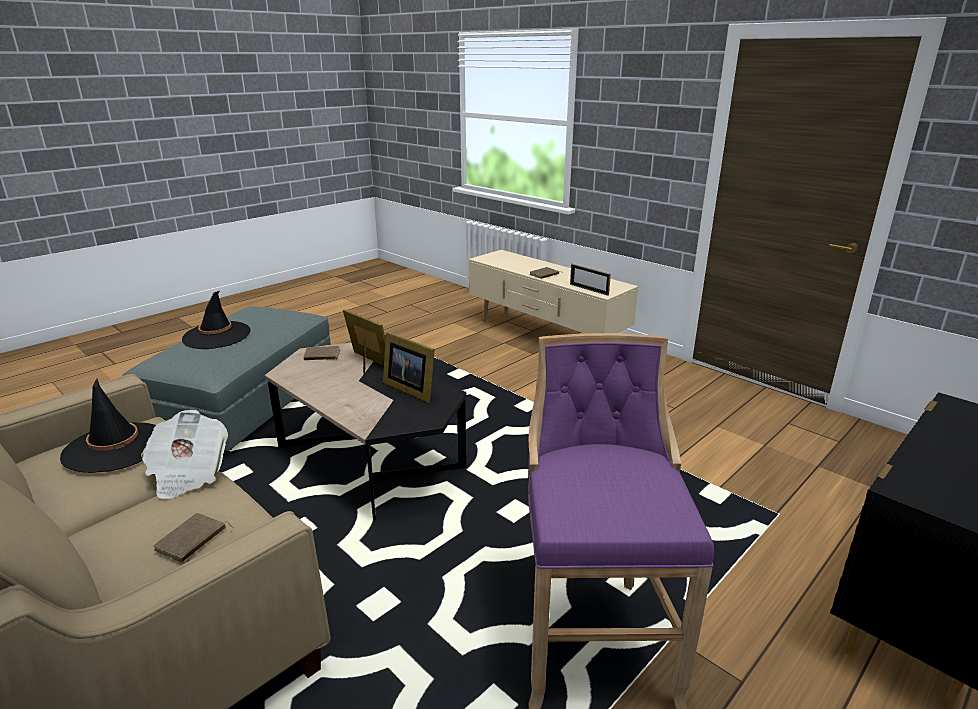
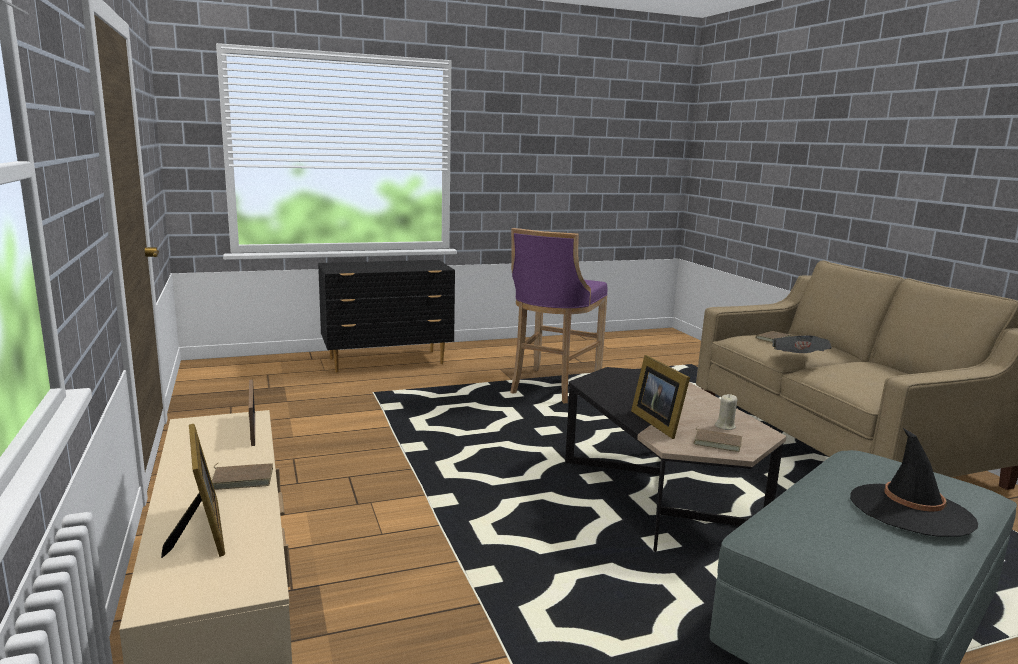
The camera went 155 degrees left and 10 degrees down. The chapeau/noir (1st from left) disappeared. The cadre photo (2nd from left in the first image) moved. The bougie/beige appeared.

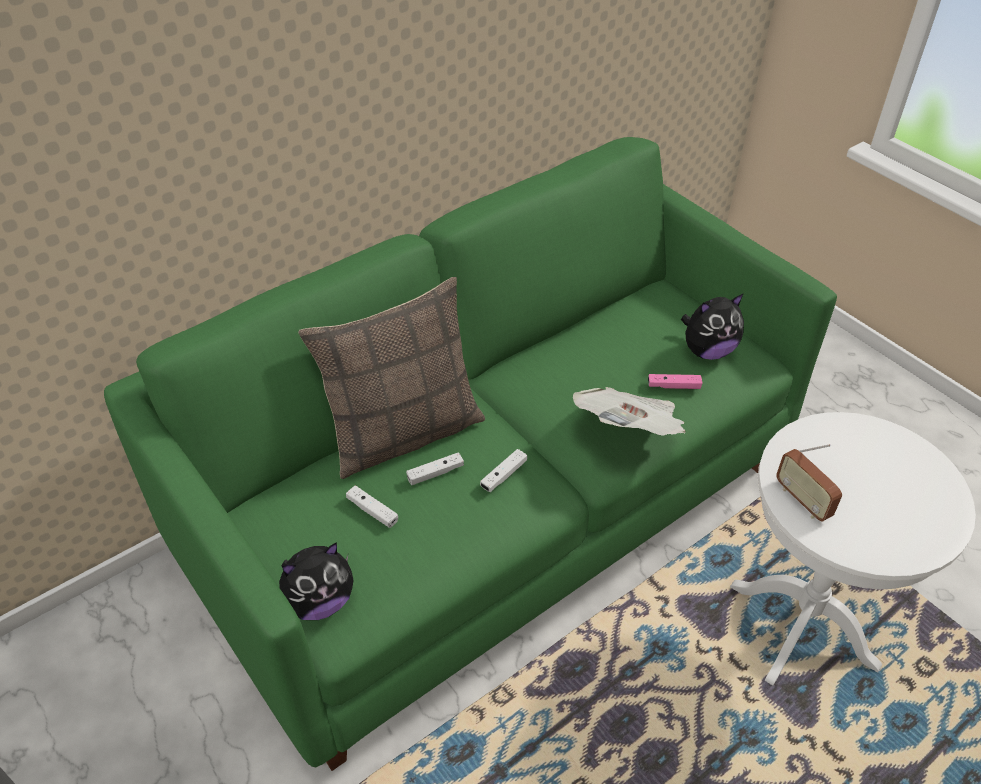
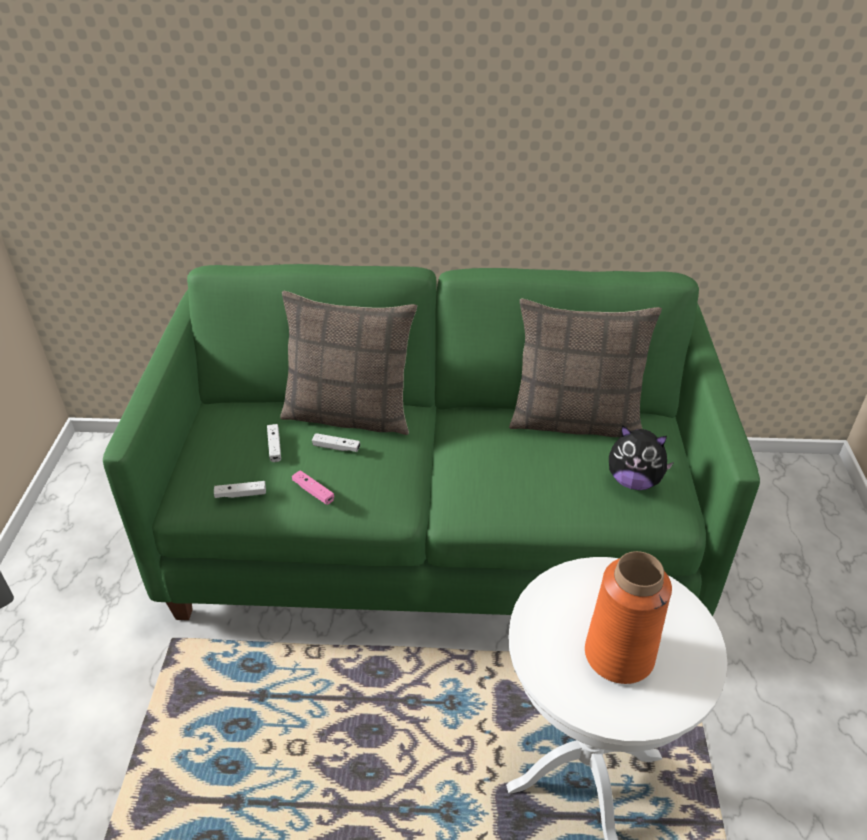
The camera went 40 degrees right and 5 degrees down. The peluche (1st from left) disappeared. The manette/blanc (3rd from left in the first image) moved. The journal disappeared. The manette/rose moved. The radio disappeared. The coussin (2nd from left) appeared. The vase/orange appeared.

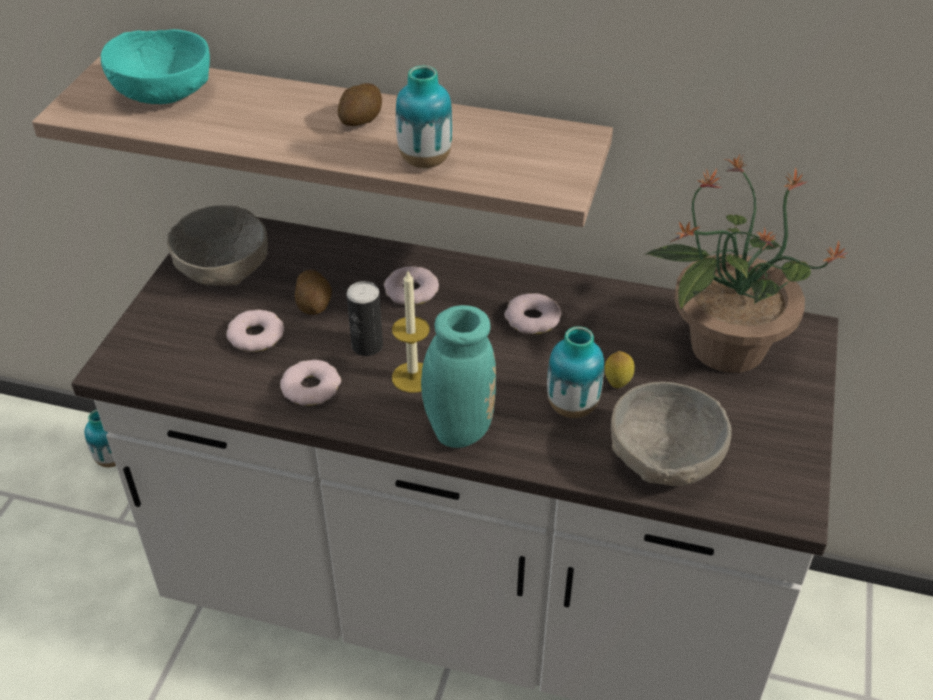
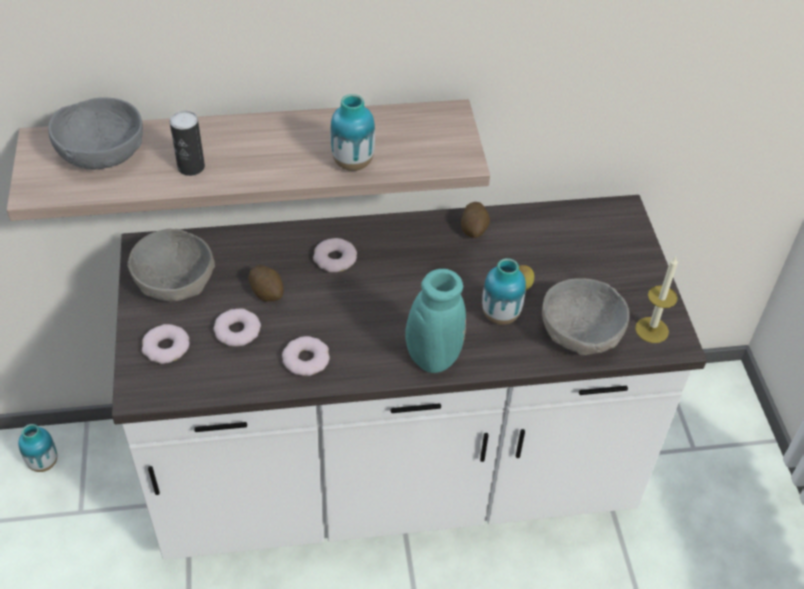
The camera went 25 degrees left and 5 degrees up. The bol/turquoise became the bol/gris (1st from left). The pomme de terre (2nd from left) moved. The boîte métallique moved. The bougie moved. The beignet (4th from left in the first image) moved. The plante en pot disappeared.

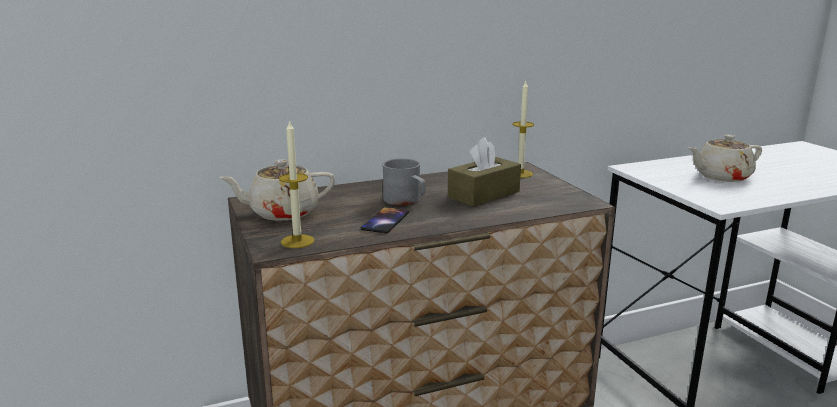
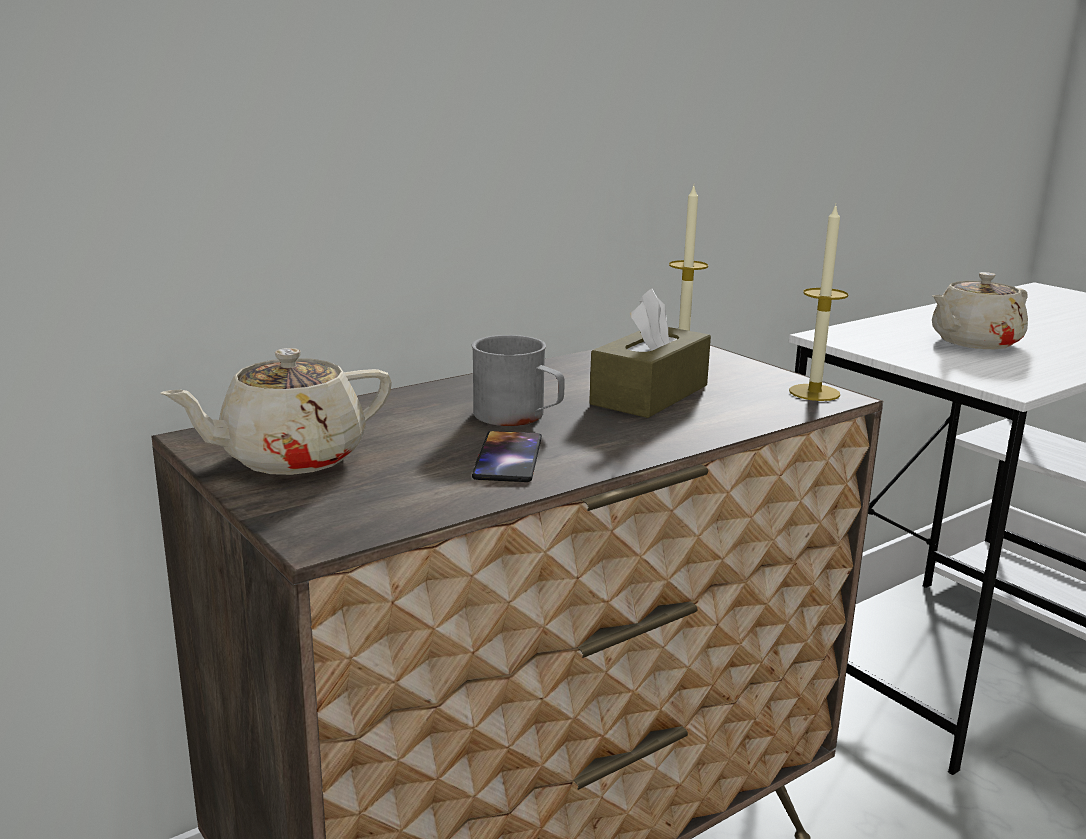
The camera went 15 degrees left and 0 degrees up. The bougie (1st from left in the first image) moved.

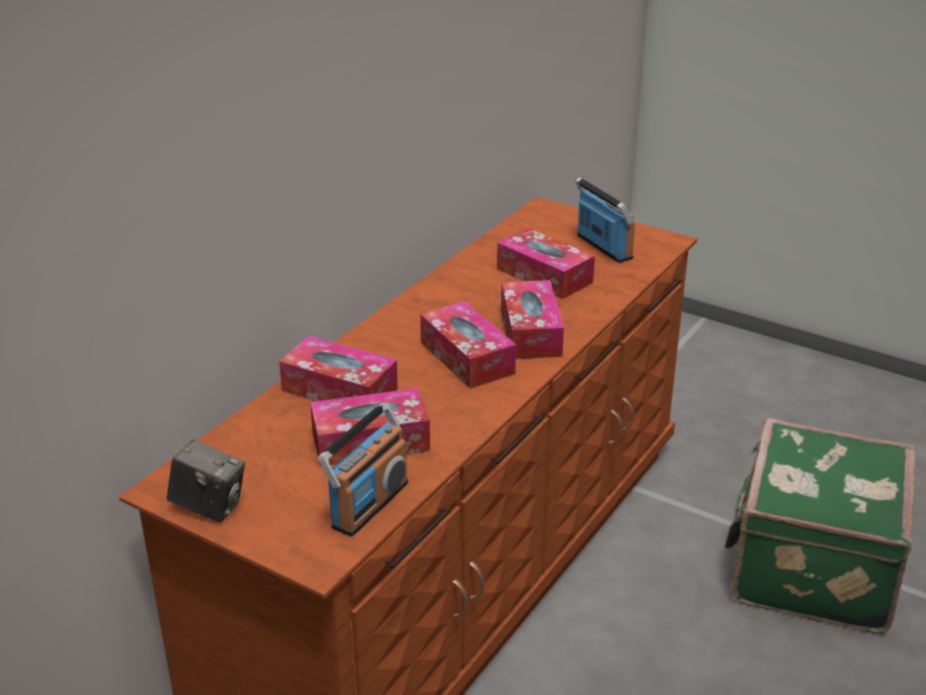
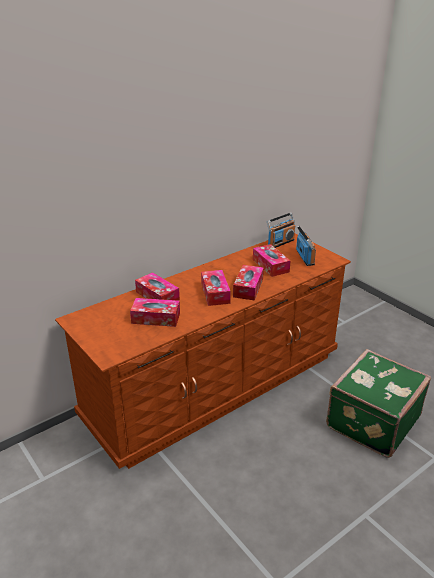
The camera went 20 degrees right and 0 degrees up. The appareil photo disappeared. The radio (1st from left) moved.

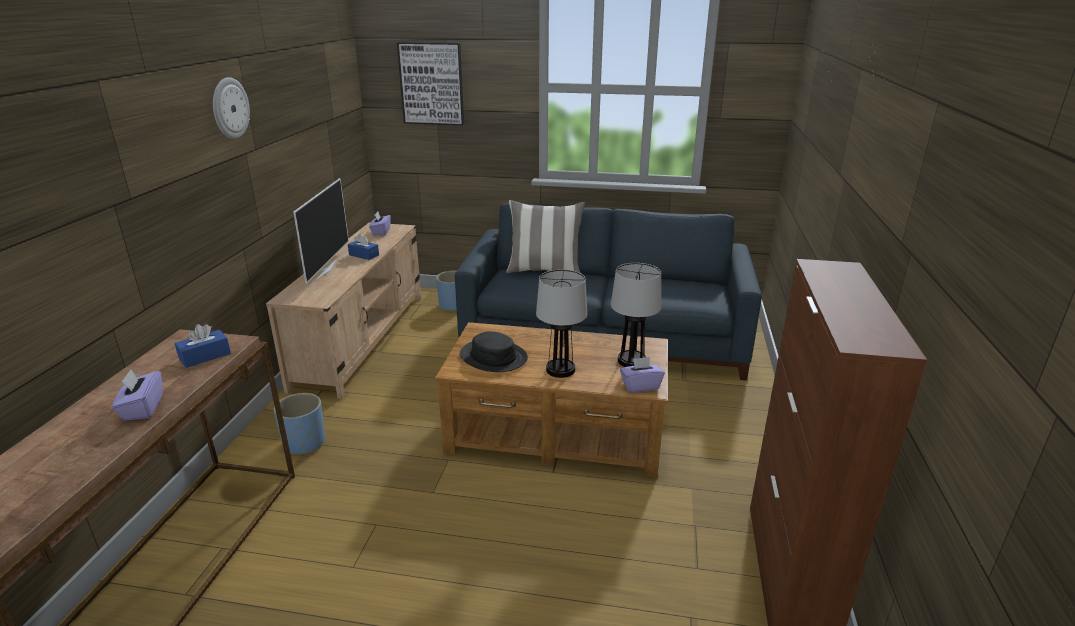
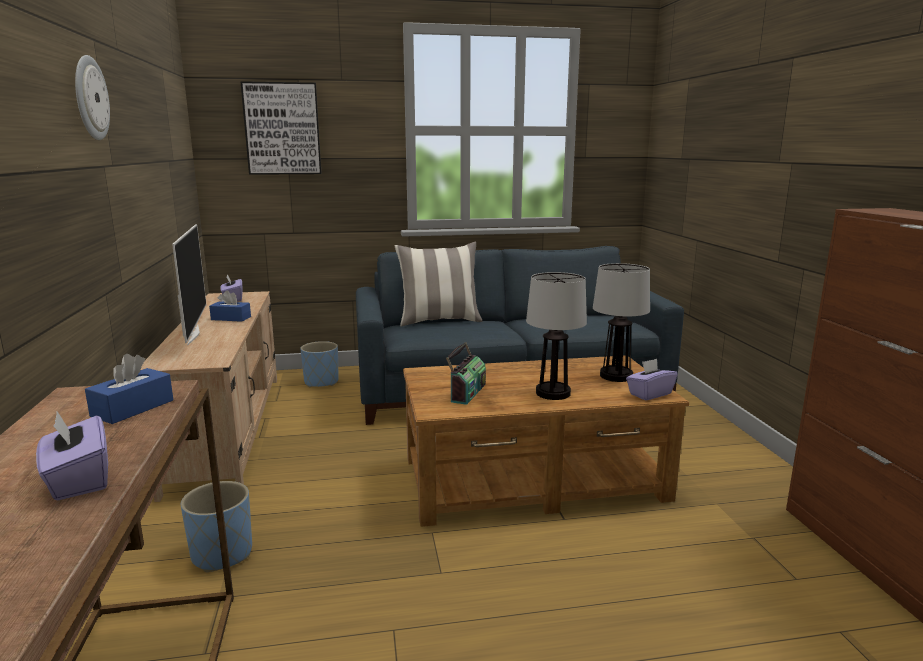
The camera went 20 degrees left and 10 degrees down. The chapeau/noir was replaced by the radio.

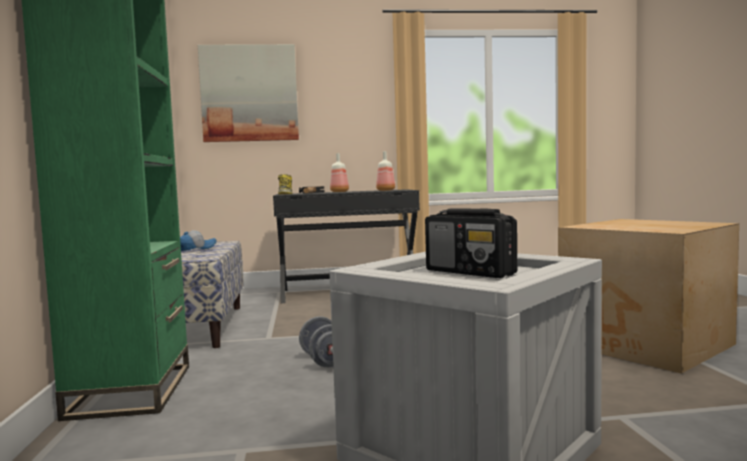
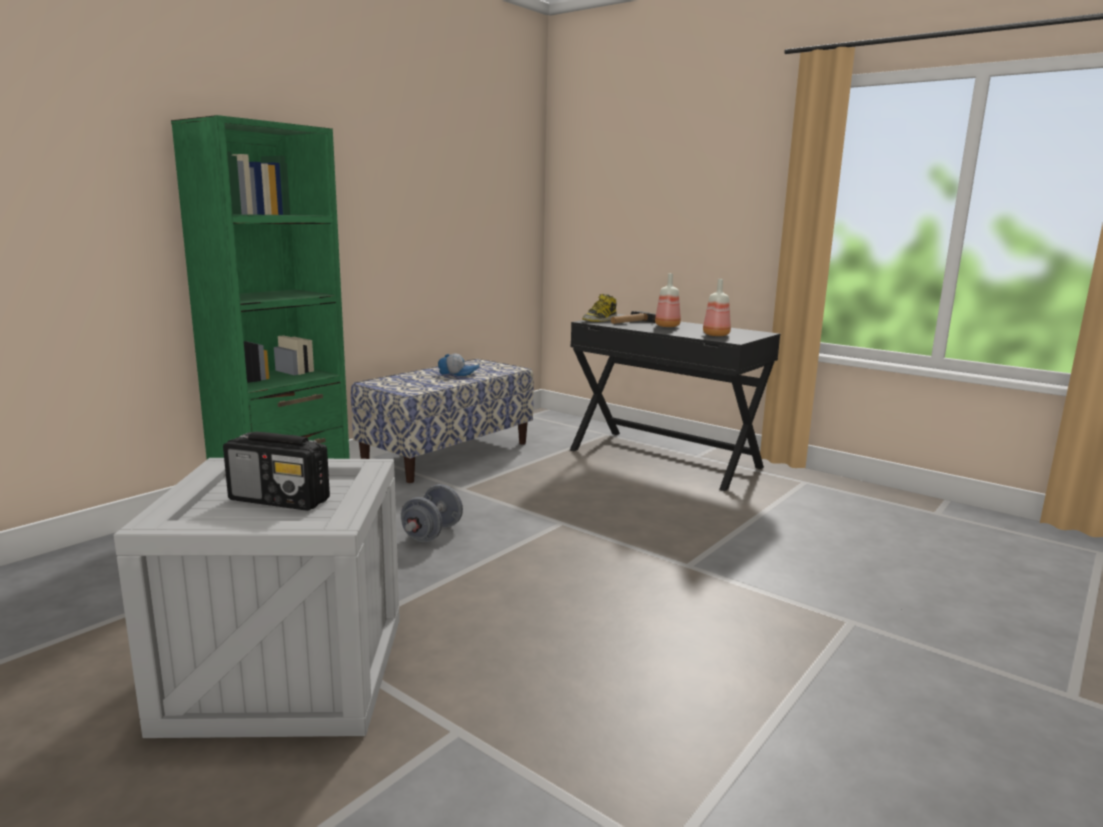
The camera went 45 degrees right and 10 degrees up. The tableau disappeared. The radio turned 75 degrees counterclockwise. The carton disappeared.

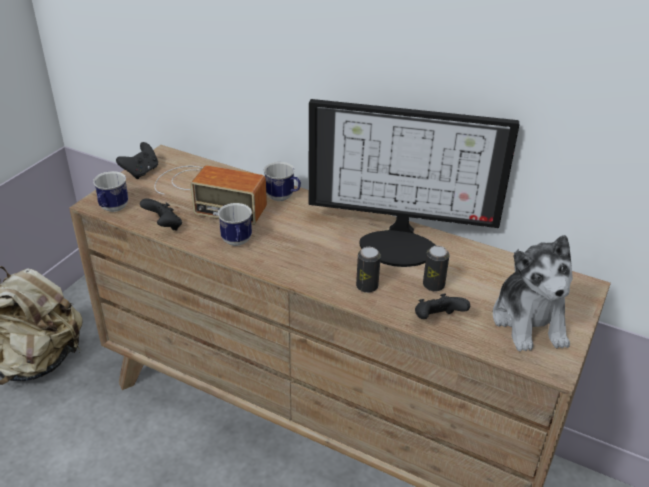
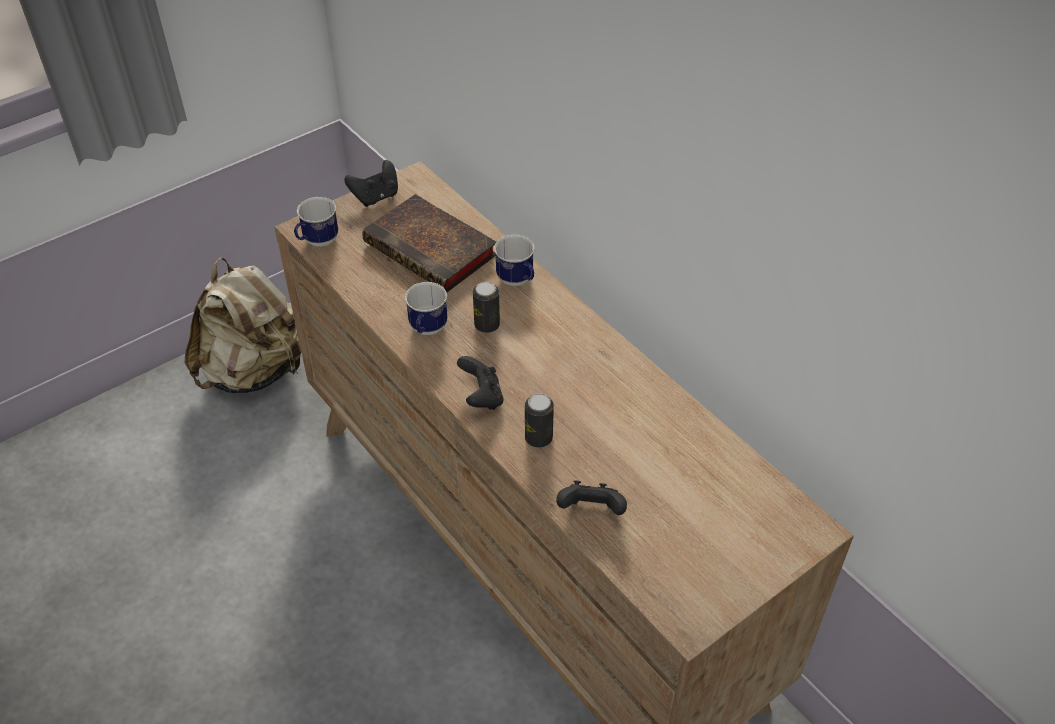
The camera went 25 degrees right and 10 degrees up. The manette/noir (2nd from left) moved. The radio was replaced by the livre. The écran d'ordinateur disappeared. The boîte métallique (2nd from left in the first image) moved. The peluche disappeared.

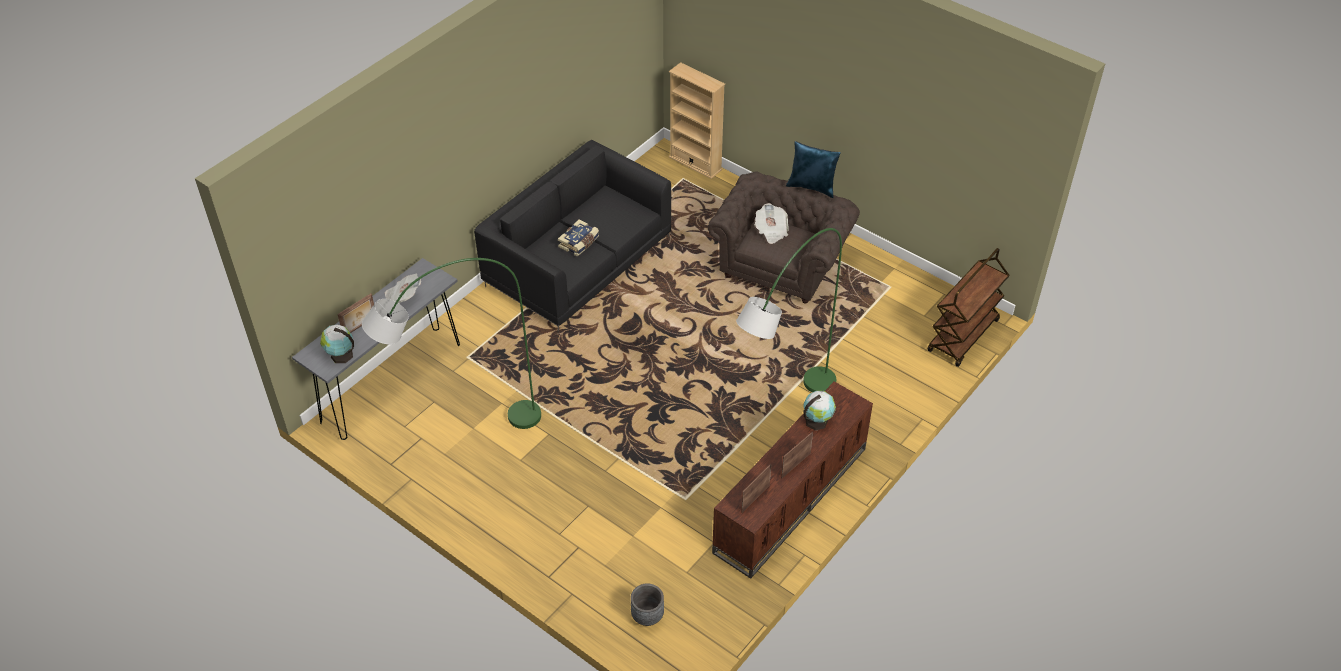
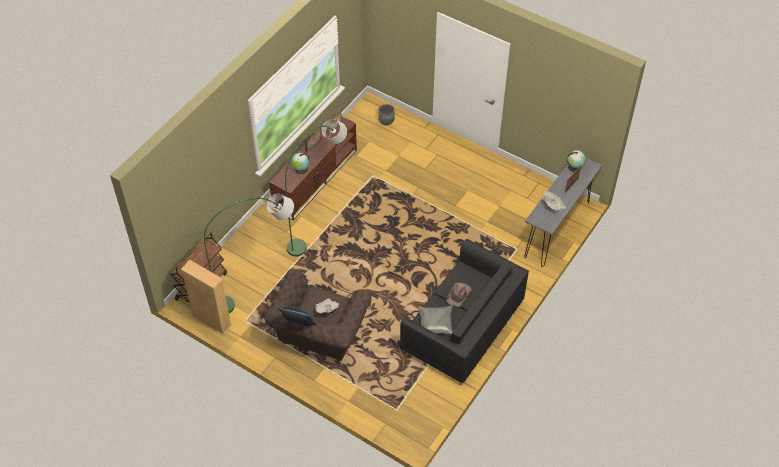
The camera went 175 degrees right and 5 degrees up. The lampadaire/vert (1st from left) moved. The livre was replaced by the chapeau/marron. The bibliothèque/beige moved. The coussin/gris appeared.

